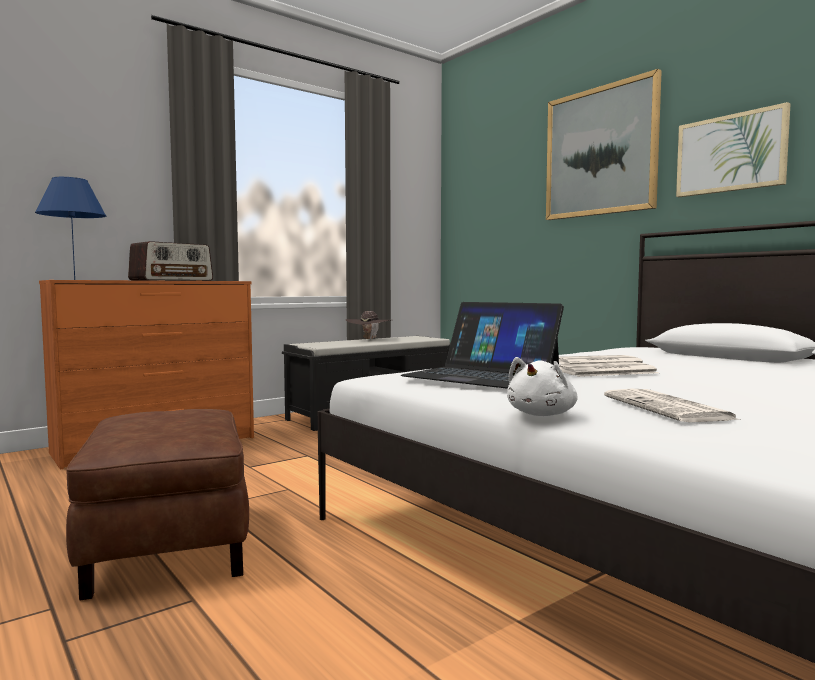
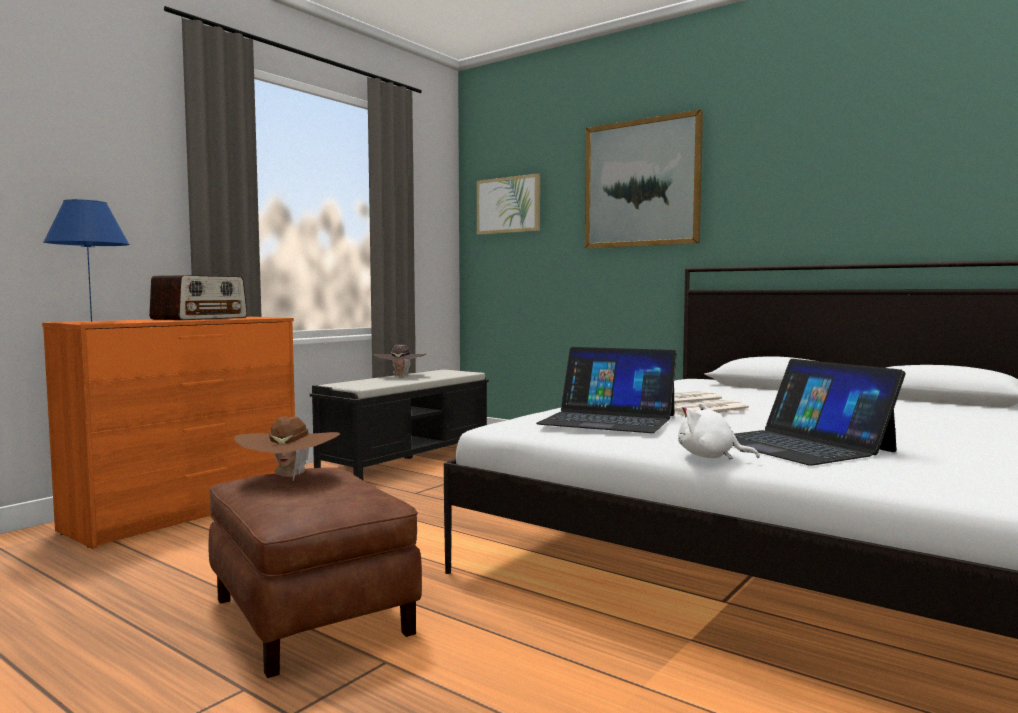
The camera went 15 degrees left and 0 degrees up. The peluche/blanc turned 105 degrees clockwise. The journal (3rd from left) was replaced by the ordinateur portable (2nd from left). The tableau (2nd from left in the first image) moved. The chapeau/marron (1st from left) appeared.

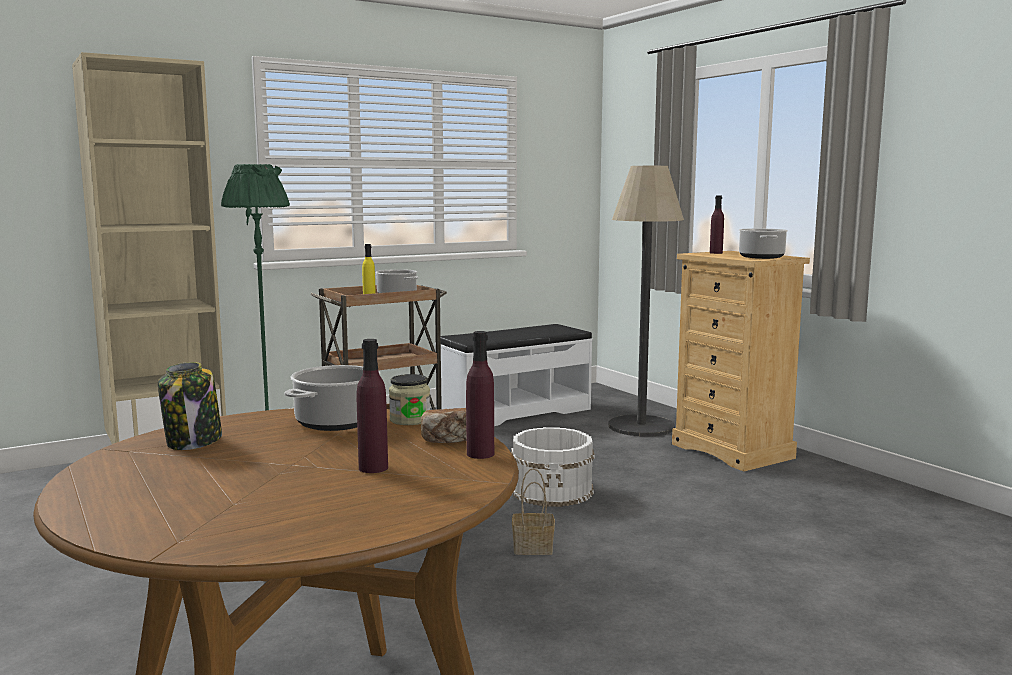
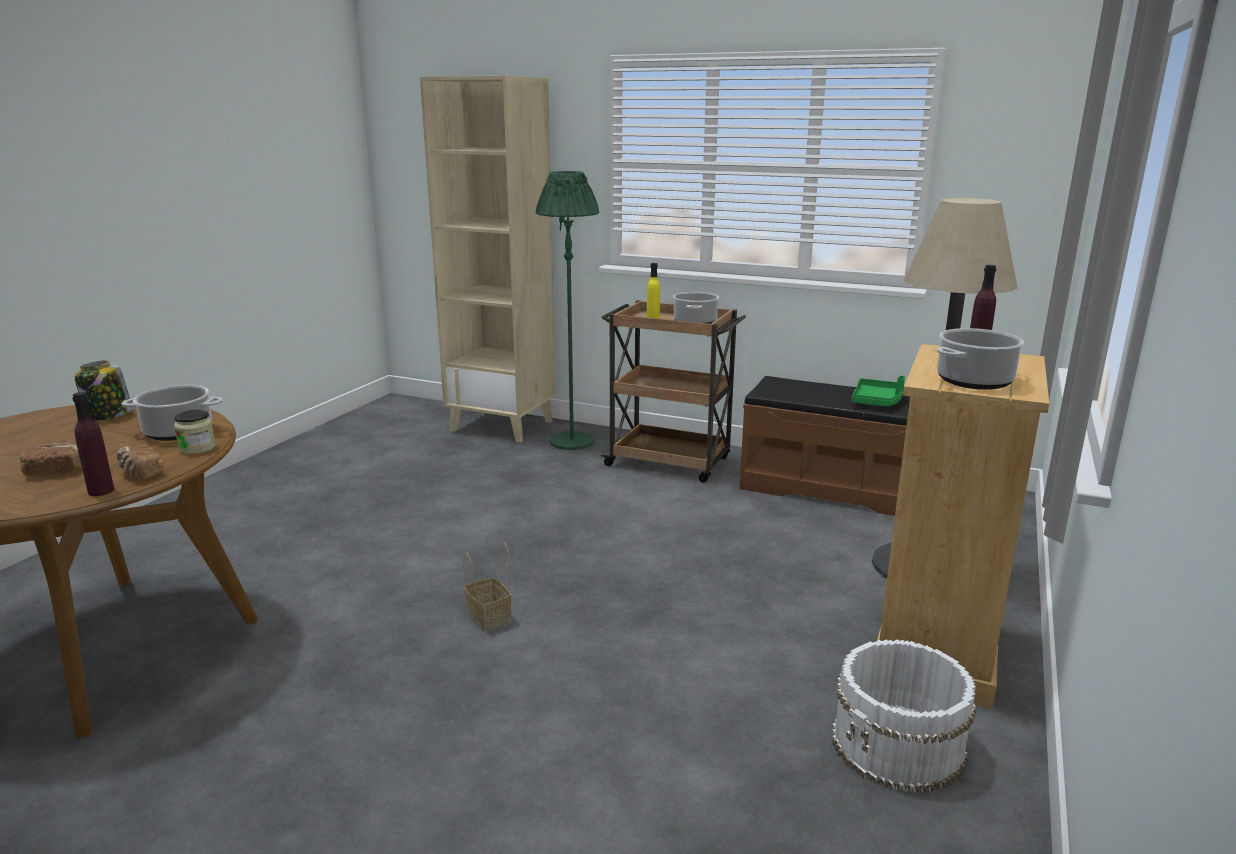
The camera went 55 degrees right and 10 degrees up. The bouteille/violet (1st from left) was replaced by the pain (1st from left). The banc/blanc became the banc/marron. The seau/blanc moved. The plateau/vert appeared.

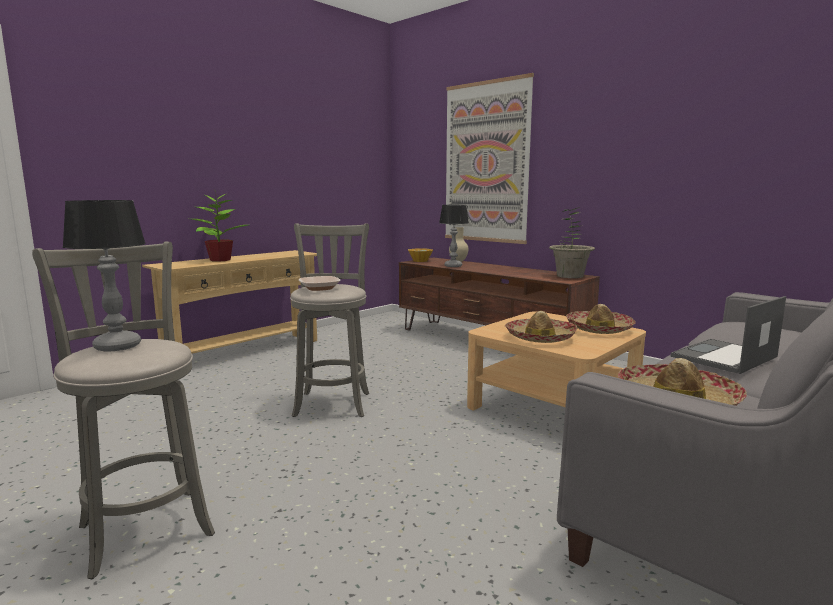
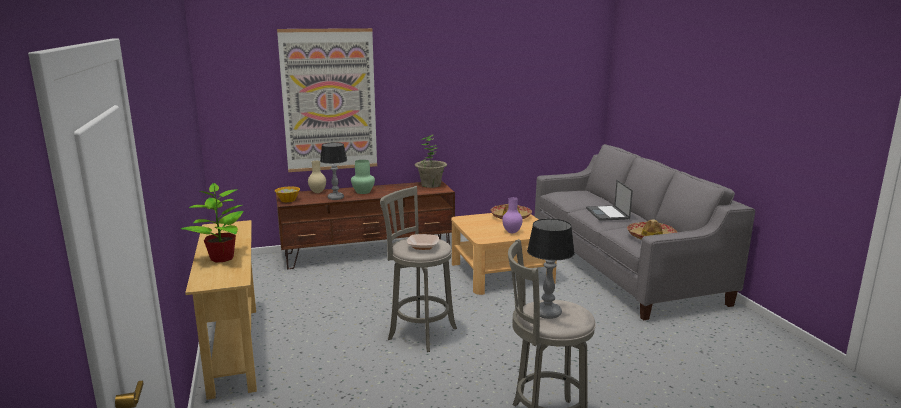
The camera went 60 degrees left and 5 degrees up. The chapeau (1st from left) was replaced by the vase/violet. The vase/vert appeared.

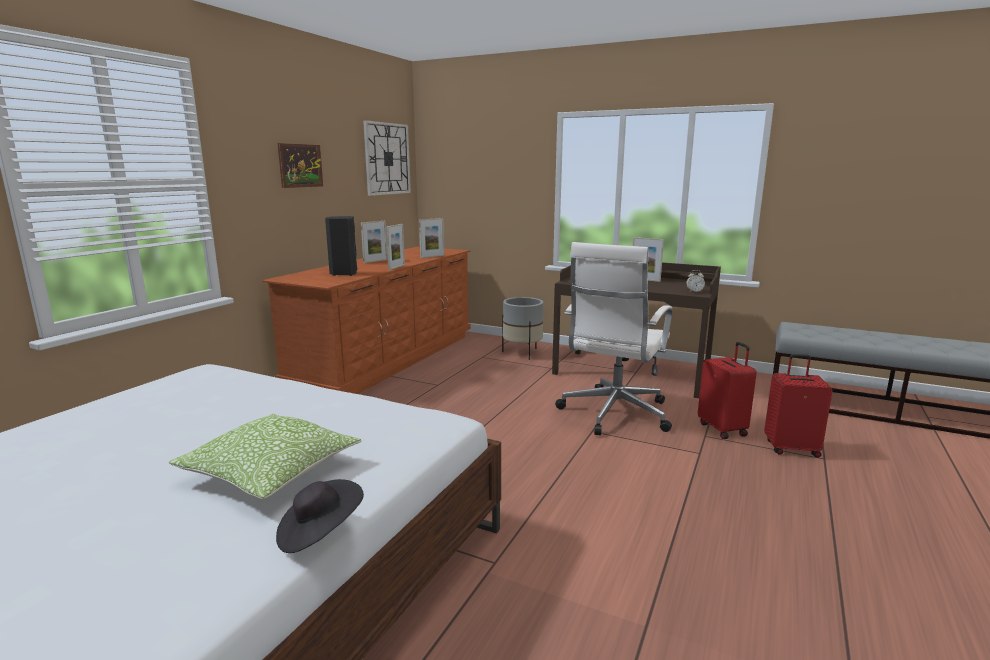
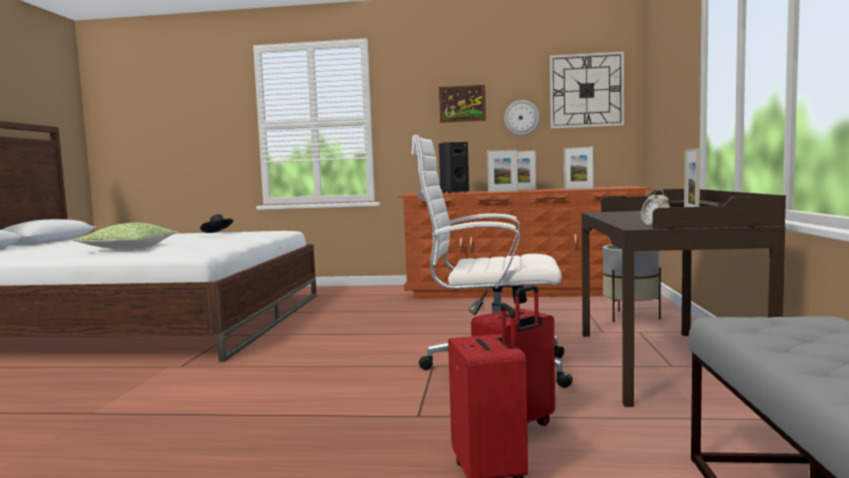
The camera went 70 degrees right and 10 degrees down. The chapeau/noir moved. The horloge murale (1st from left) appeared.

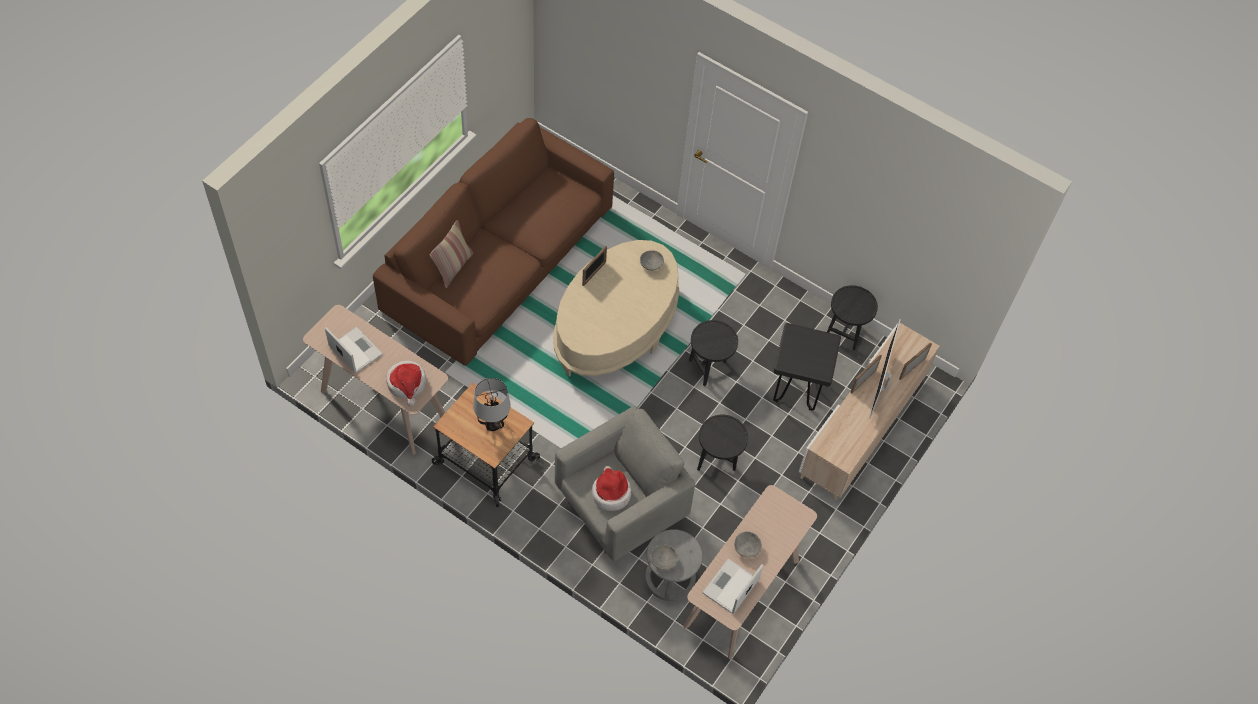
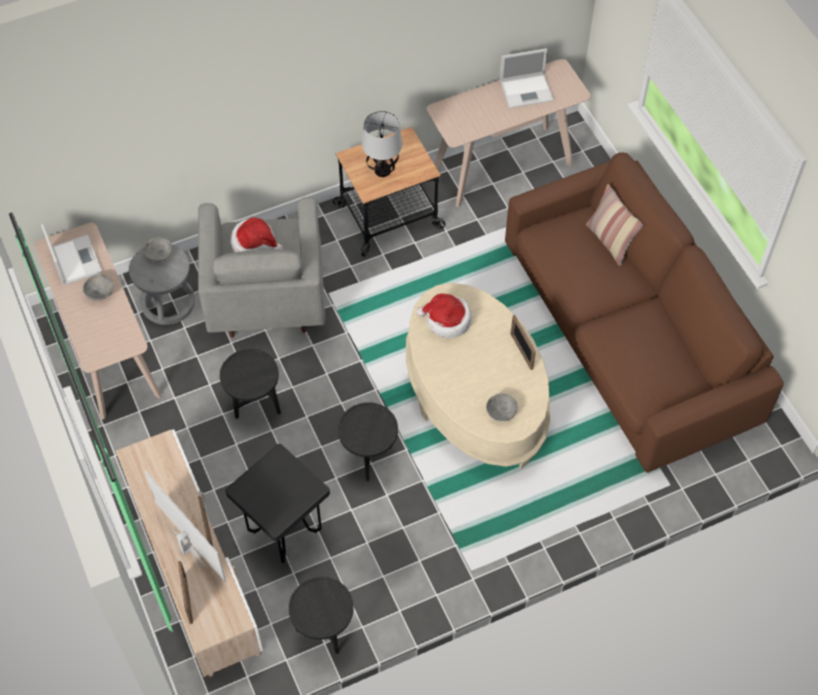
The camera went 125 degrees right and 0 degrees up. The chapeau (1st from left in the first image) moved.

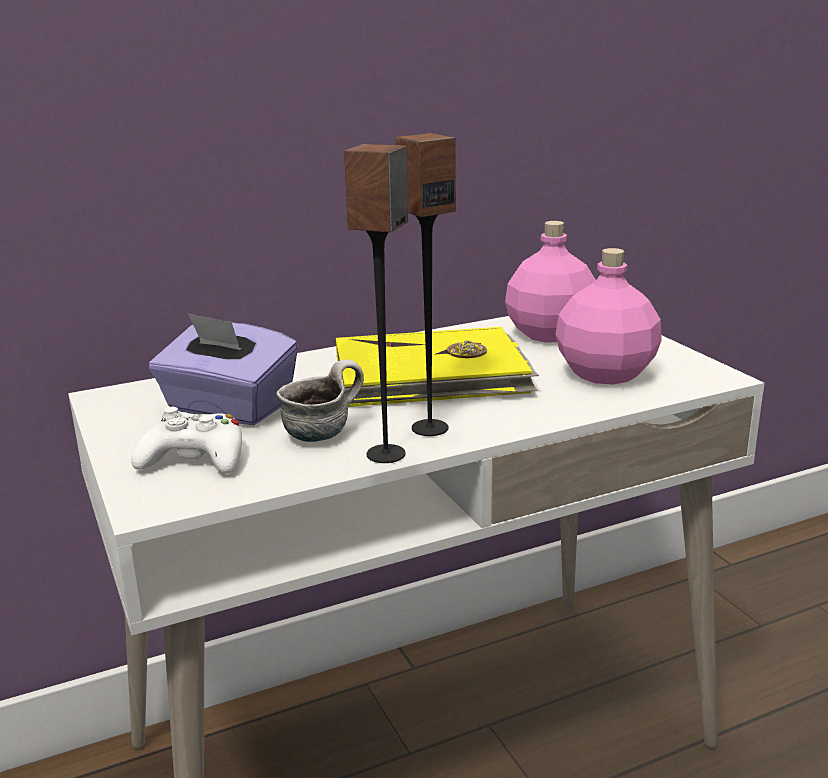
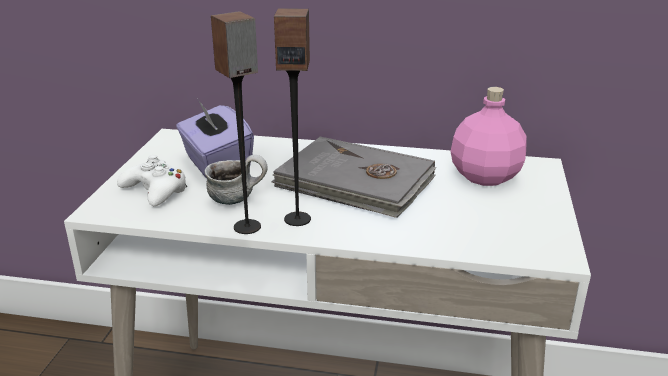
The camera went 35 degrees right and 5 degrees up. The livre/jaune became the livre/gris. The bouteille/rose (2nd from left) disappeared.

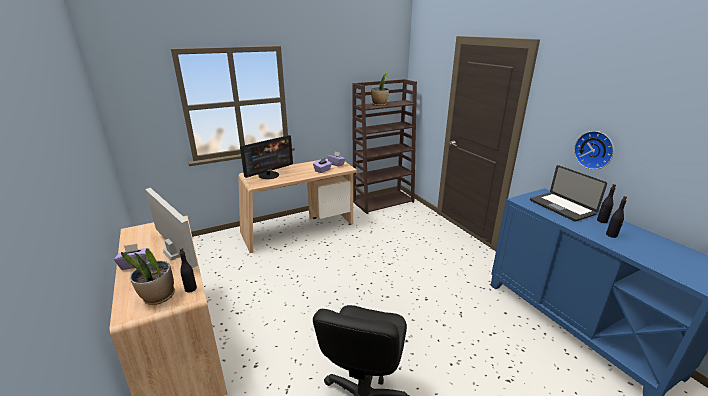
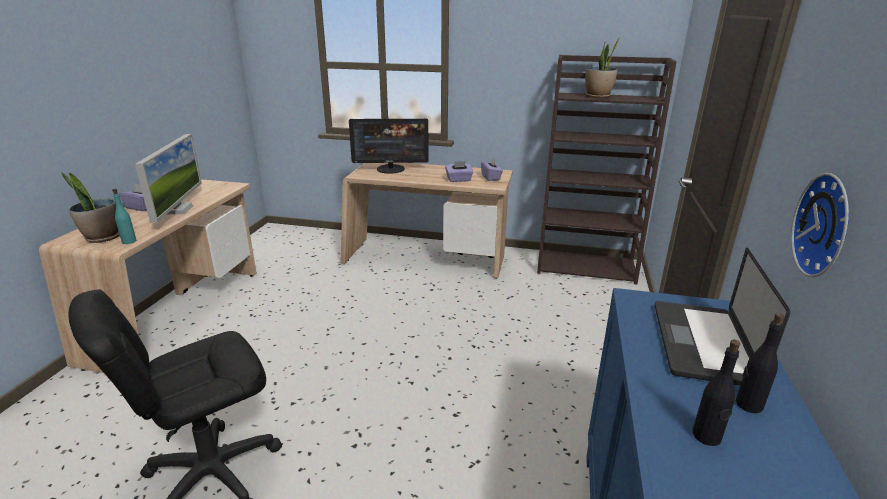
The camera went 40 degrees right and 0 degrees up. The bouteille/noir (1st from left) became the bouteille/turquoise.

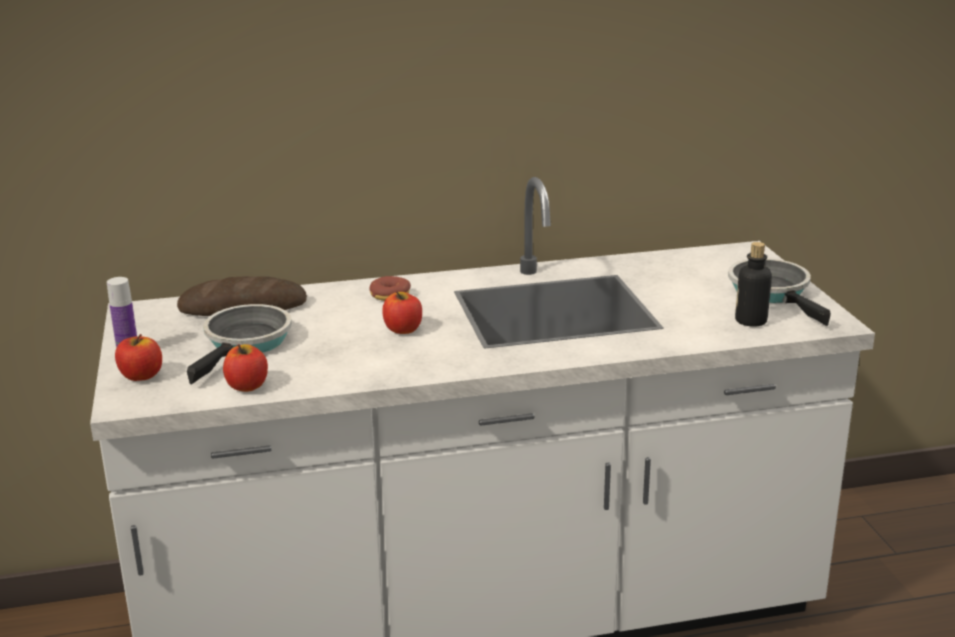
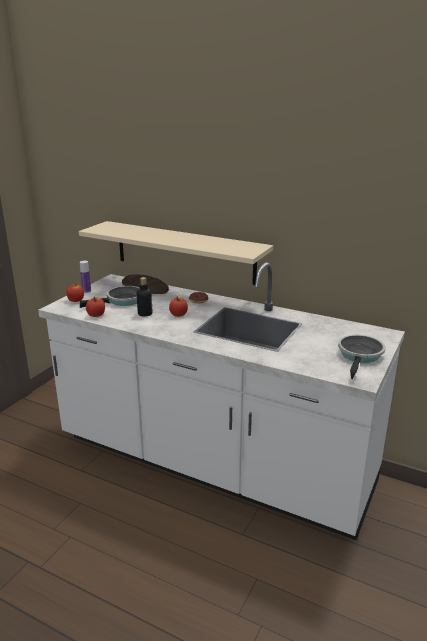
The camera went 40 degrees right and 0 degrees up. The bouteille (2nd from left) moved. The étagère/beige appeared.

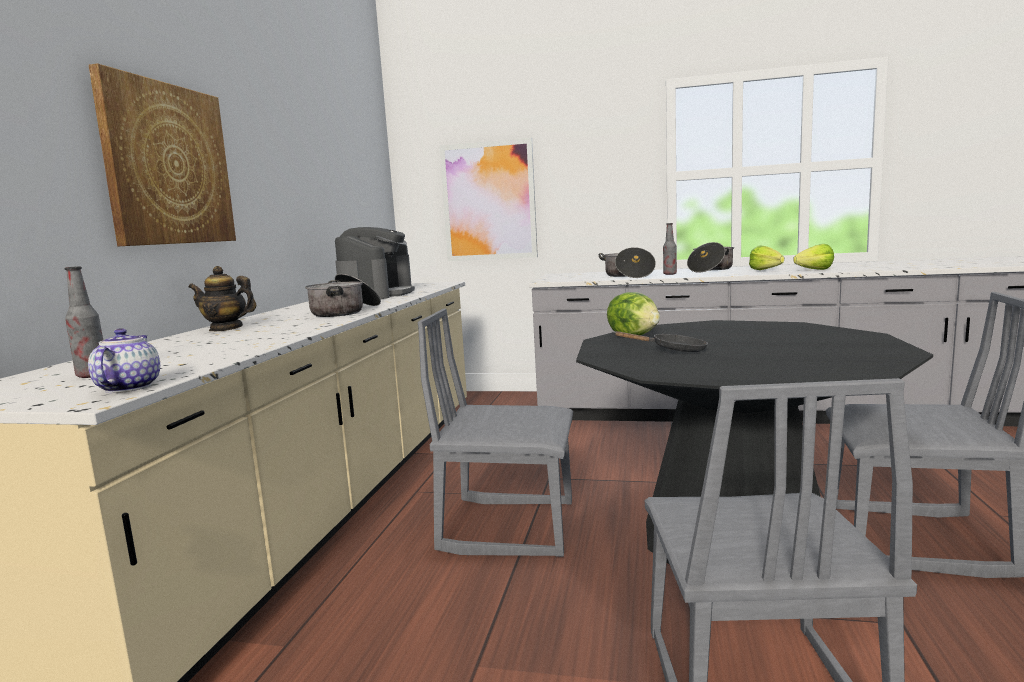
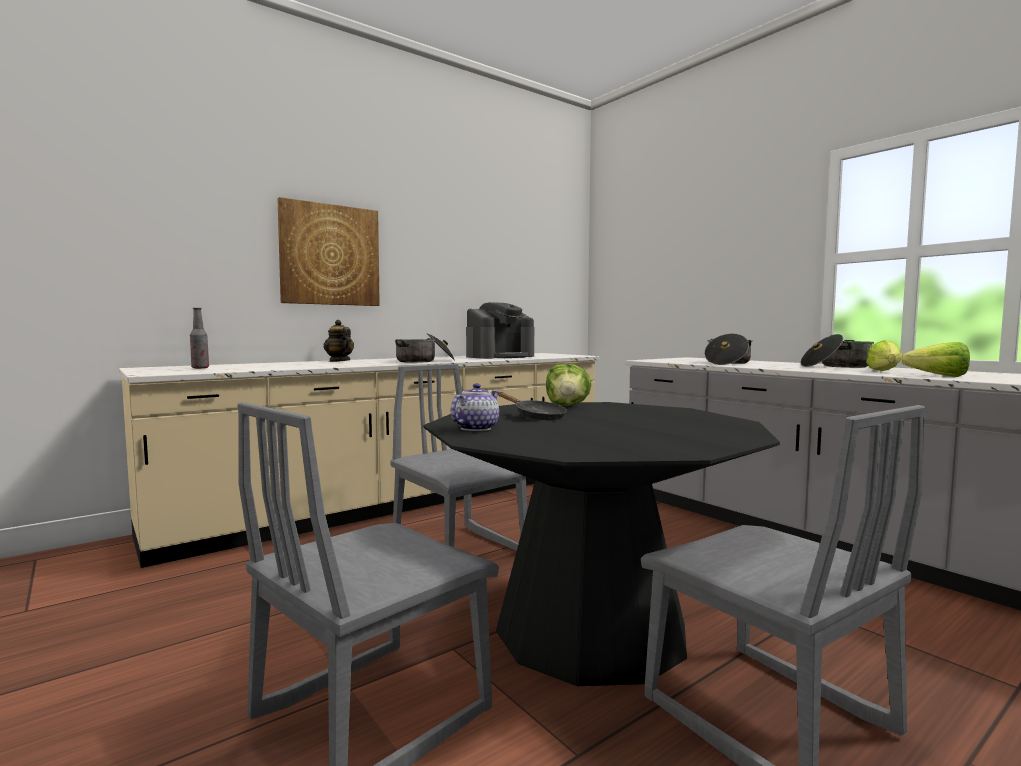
The camera went 40 degrees right and 5 degrees down. The théière (1st from left in the first image) moved. The tableau (2nd from left) disappeared. The bouteille (2nd from left) disappeared.

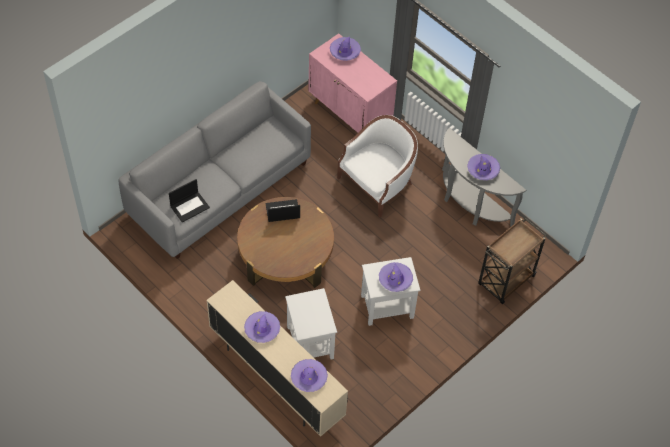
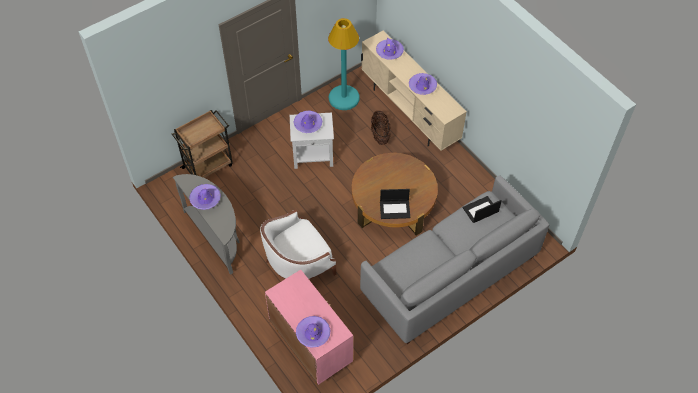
The camera went 170 degrees left and 0 degrees up. The table d'appoint/blanc (1st from left) was replaced by the panier. The lampadaire/turquoise appeared.

